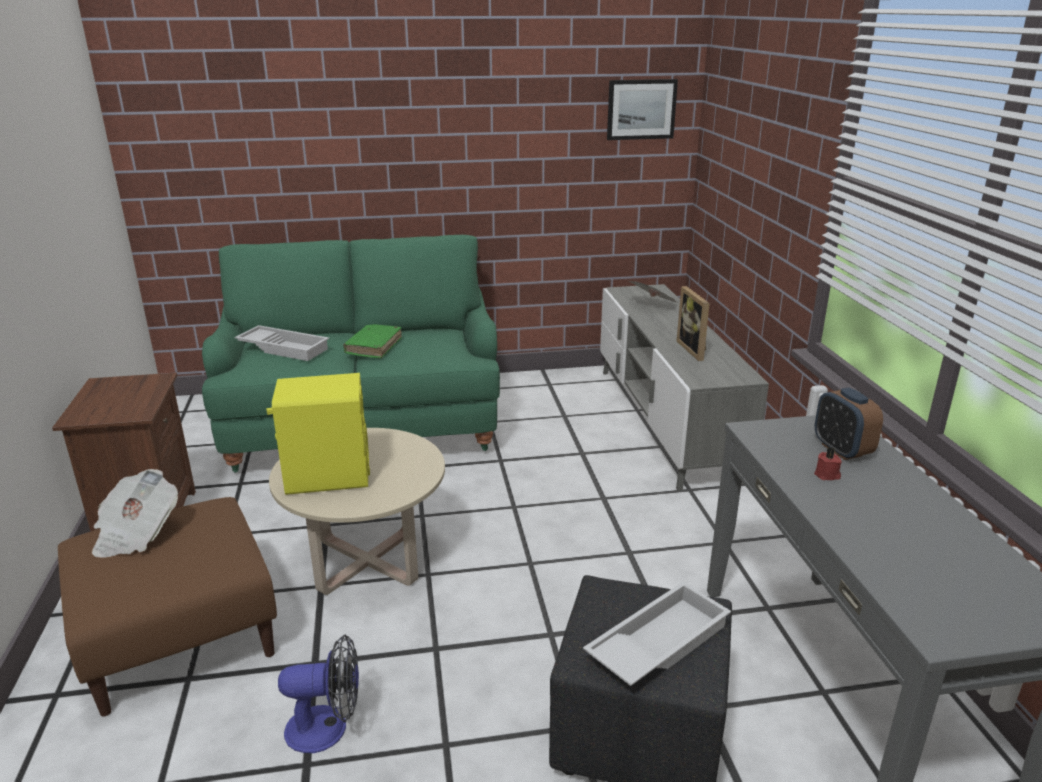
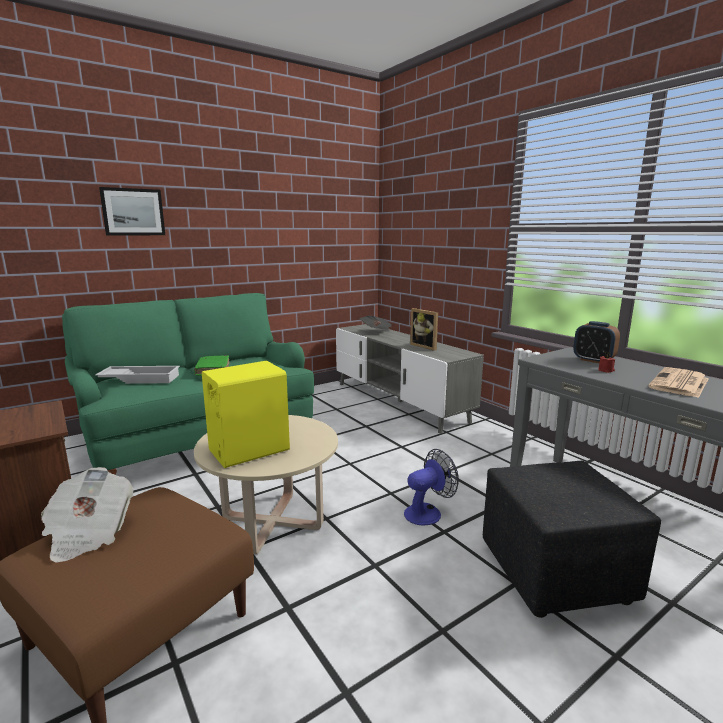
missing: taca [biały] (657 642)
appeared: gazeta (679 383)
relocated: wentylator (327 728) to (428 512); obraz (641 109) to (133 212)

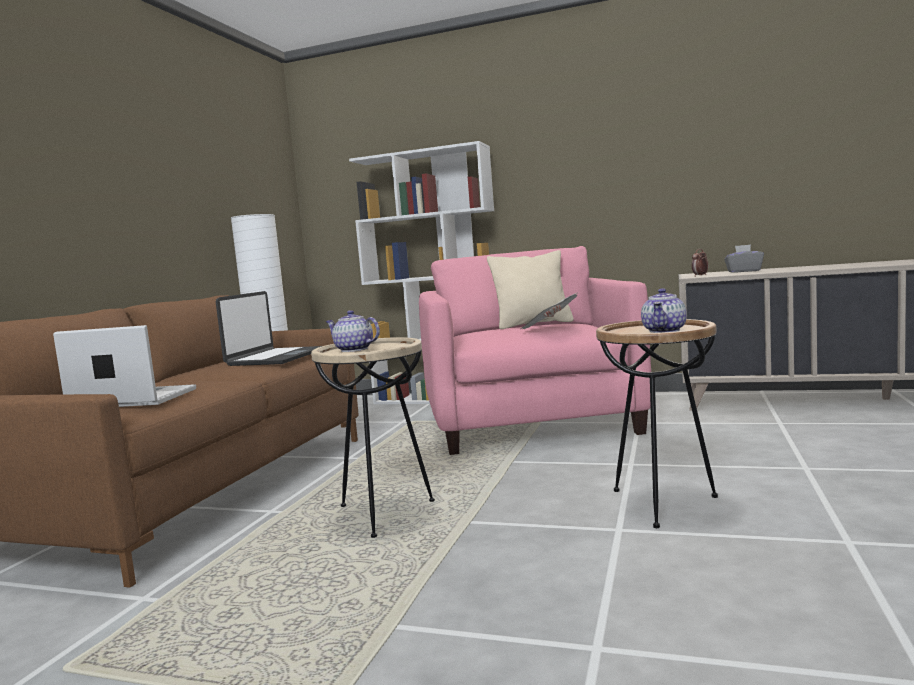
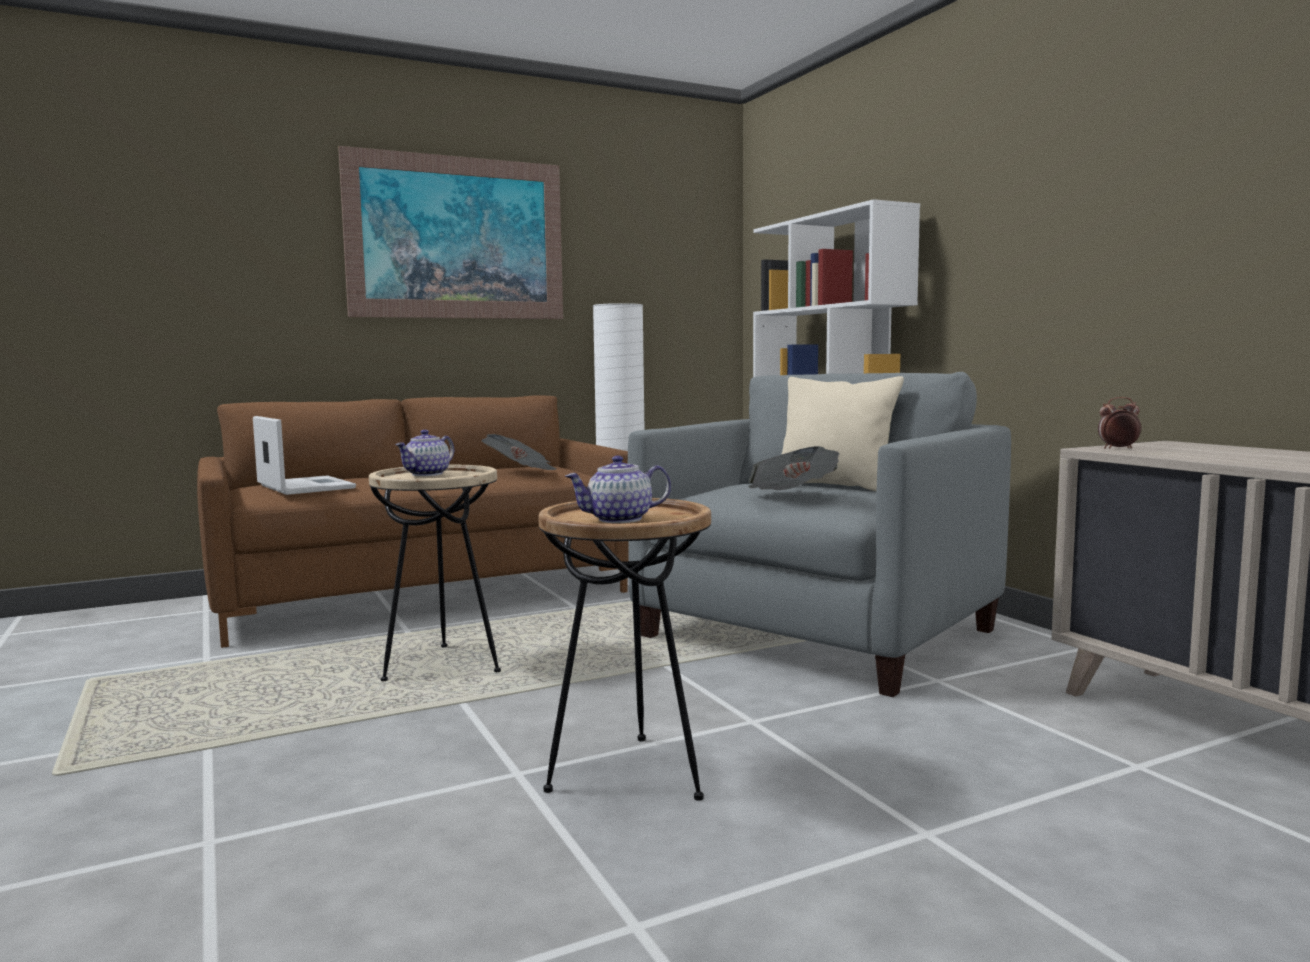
missing: pudełko chusteczek [szary] (743 271)
appeared: obraz (457 238)
exchanged: laptop (275 358) to gazeta (521 473)
colour: fotel [różowy] (531 423) to fotel [szary] (816 633)
spun: imbryk (353 350) = (427 474) 135 degrees counterclockwise

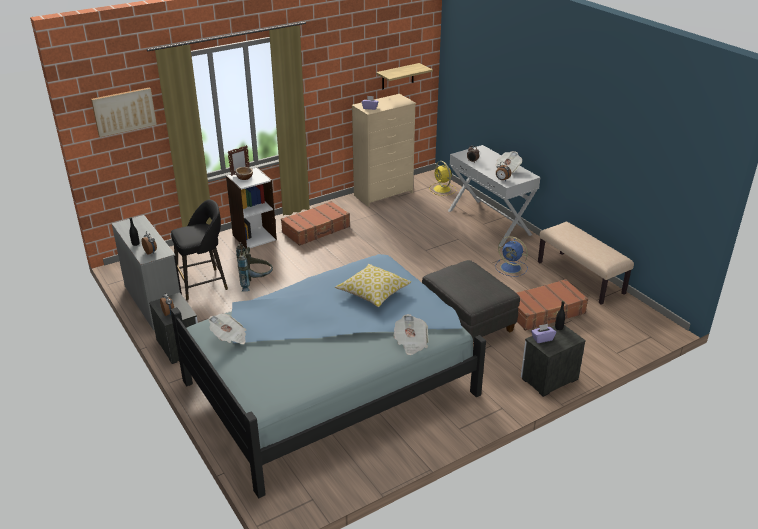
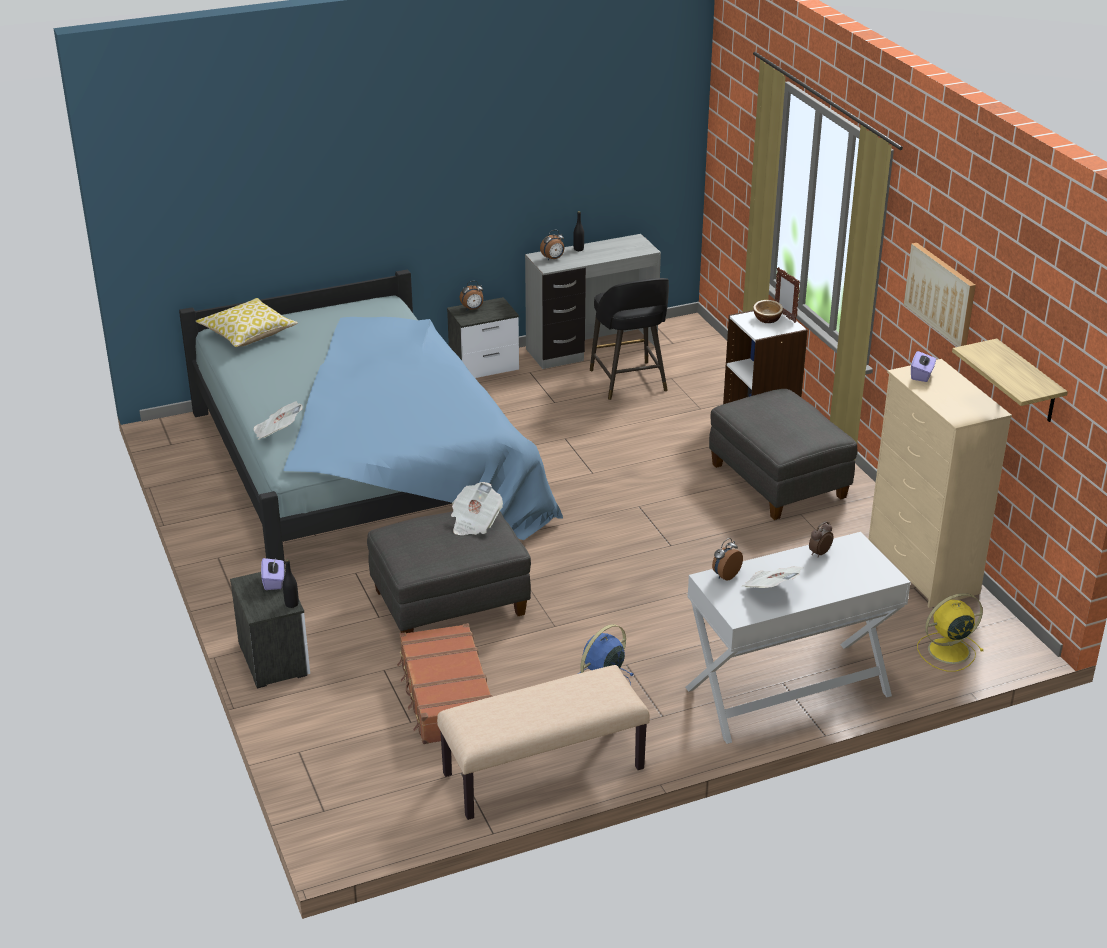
missing: plecak [szary] (255 284)
relocated: obraz (124 111) to (941 294); gazeta (229 337) to (474 522); poduszka (373 293) to (248 334)
exchanged: walizka [brązowy] (316 230) to pufa [szary] (779 482)

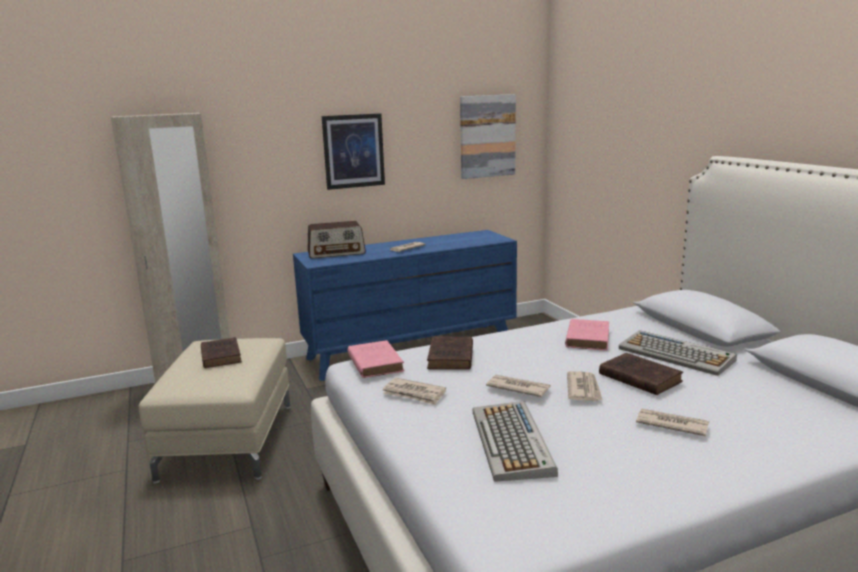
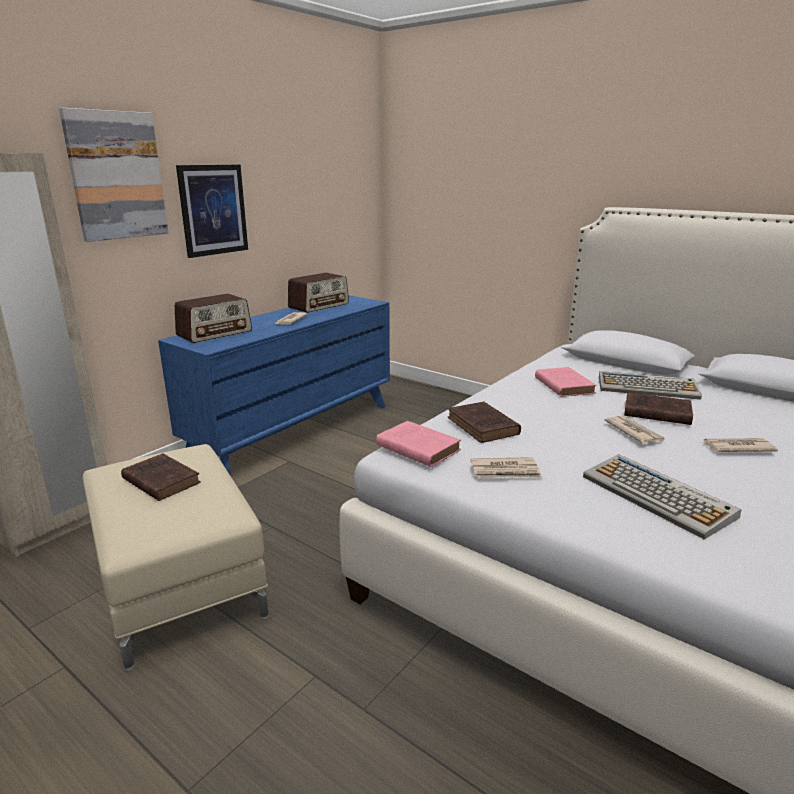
missing: gazeta (517 388)
appeared: radio (319 305)
relocated: obraz (487 136) to (116 176)

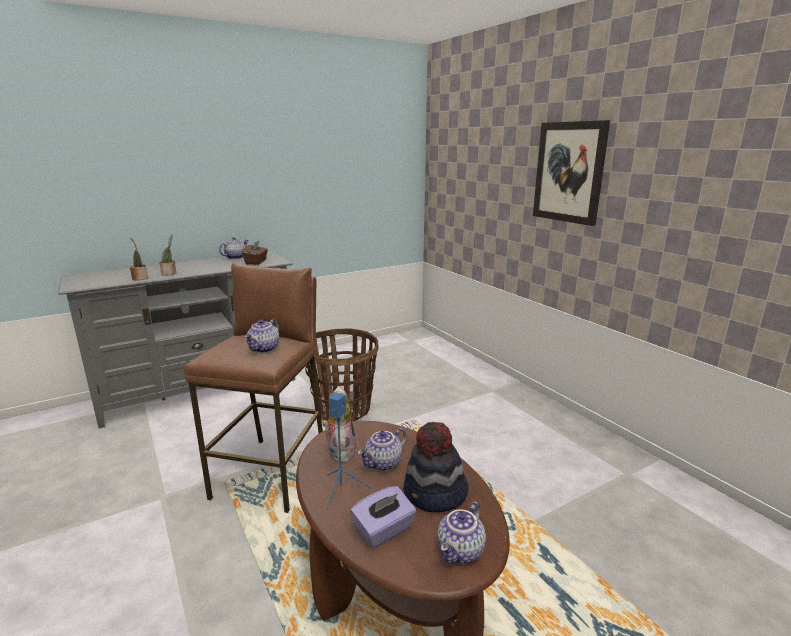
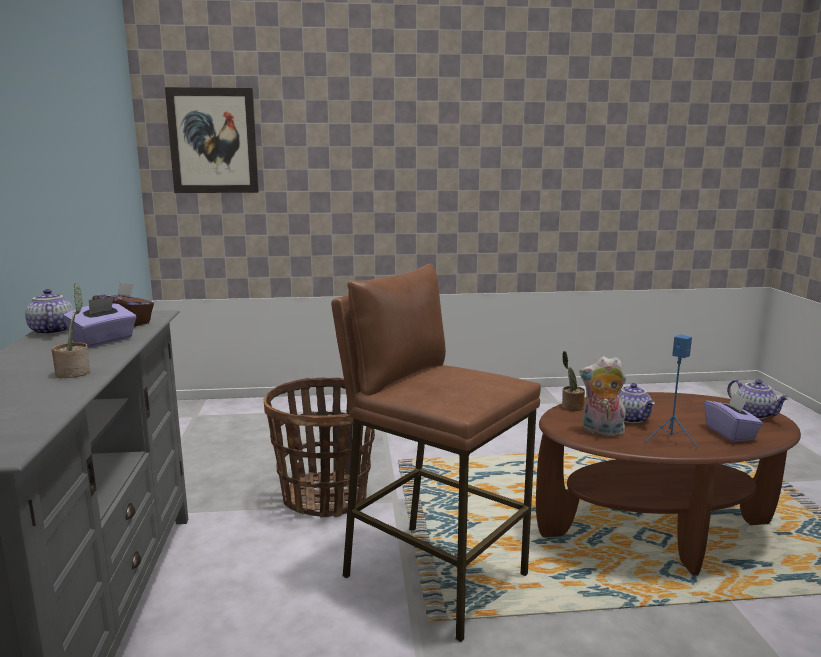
missing: imbryk (264 349); kapelusz (435 494)
appeared: pudełko chusteczek [fioletowy] (103 341)
relocated: roślina doniczkowa (140 278) to (571 407); obraz (569 172) to (213 141)

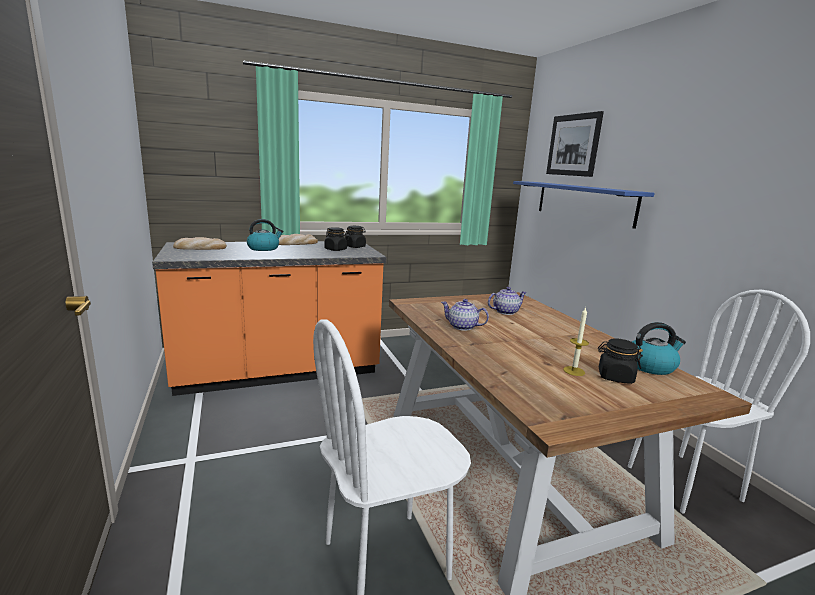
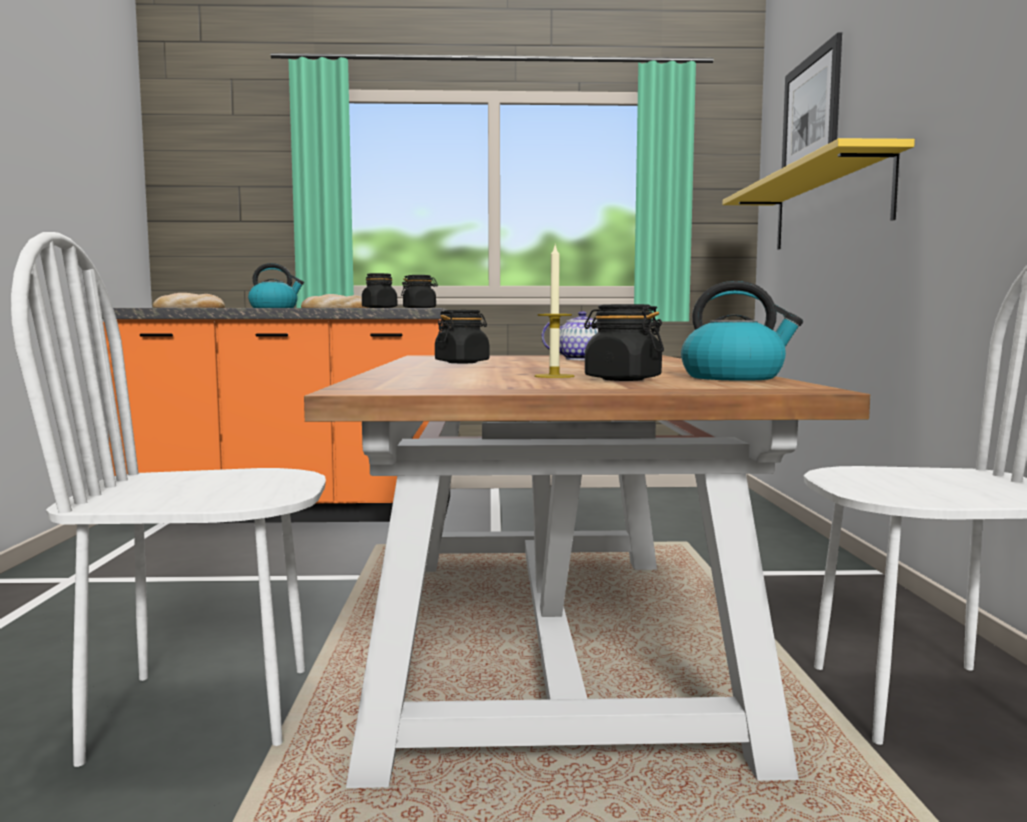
exchanged: imbryk (462 327) to słoik [czarny] (462 362)
colour: półka [niebieski] (583 202) to półka [żółty] (828 206)

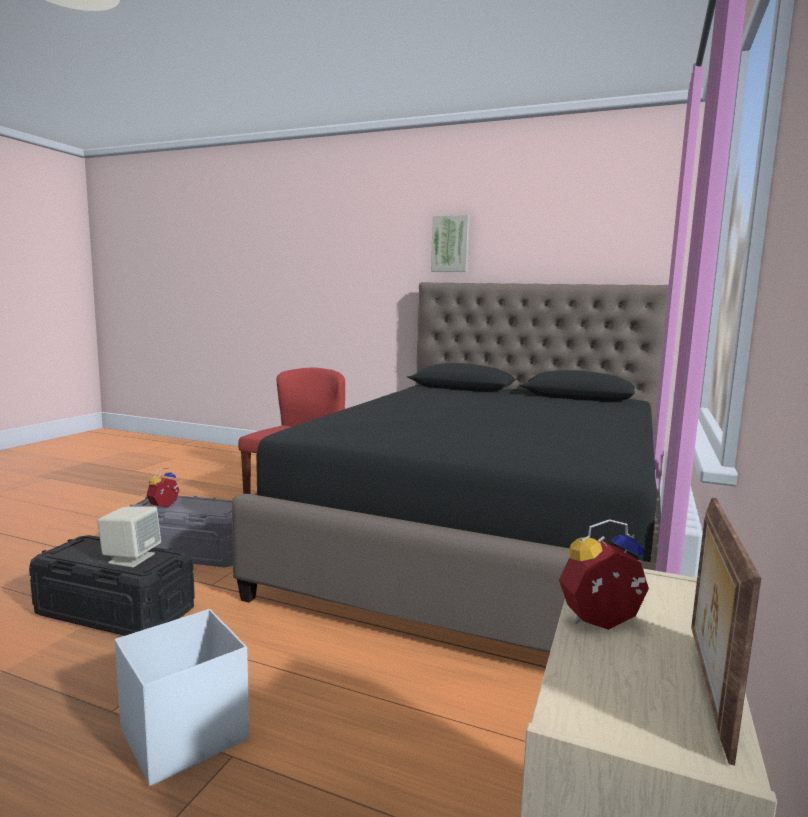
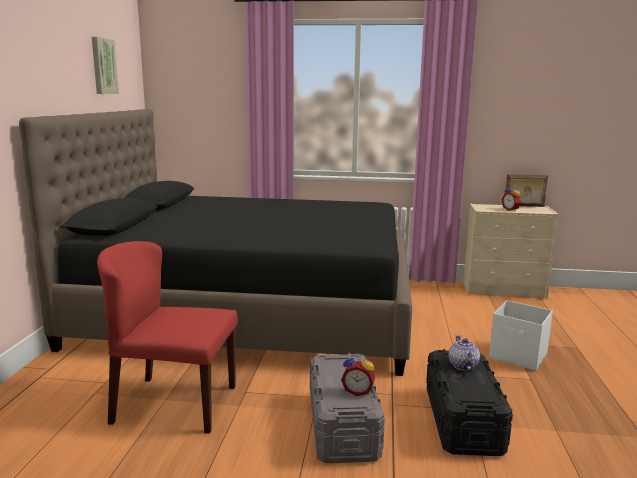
relocated: obraz (450 244) to (103 66)
exchanged: głośnik [beżowy] (131 558) to imbryk (463 366)

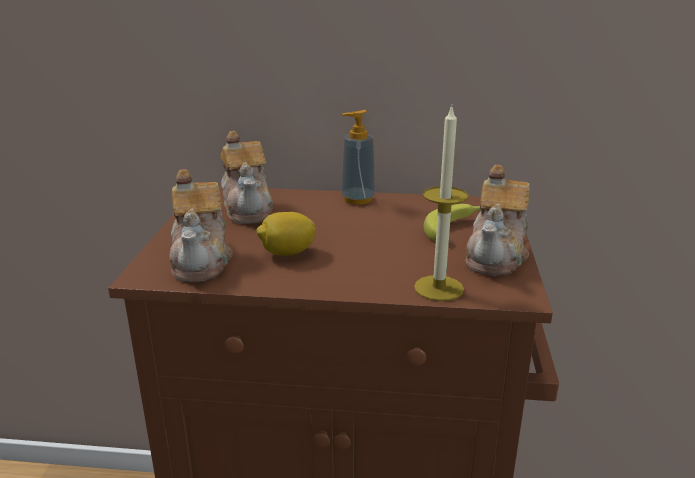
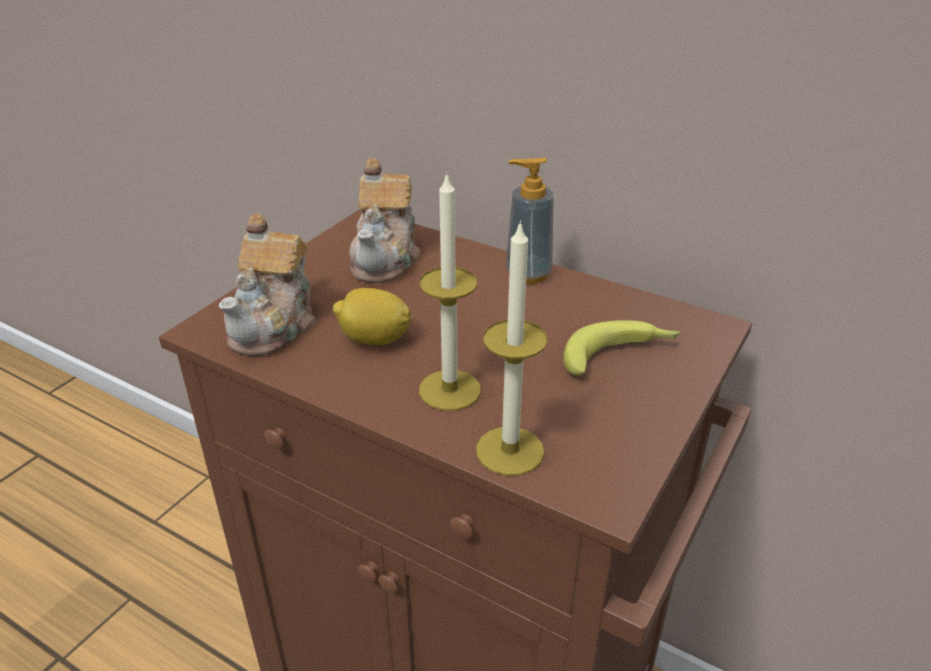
missing: imbryk (496 256)
appeared: świeca (449 390)

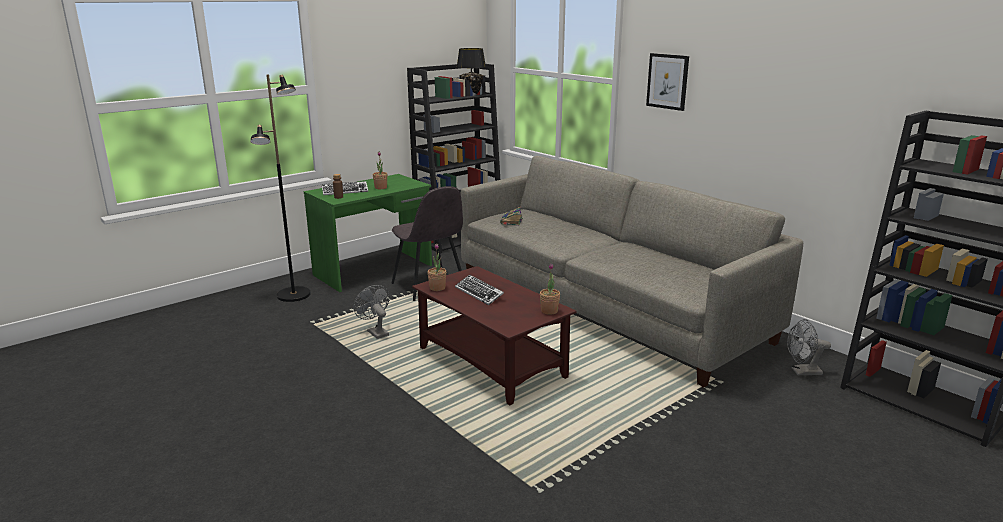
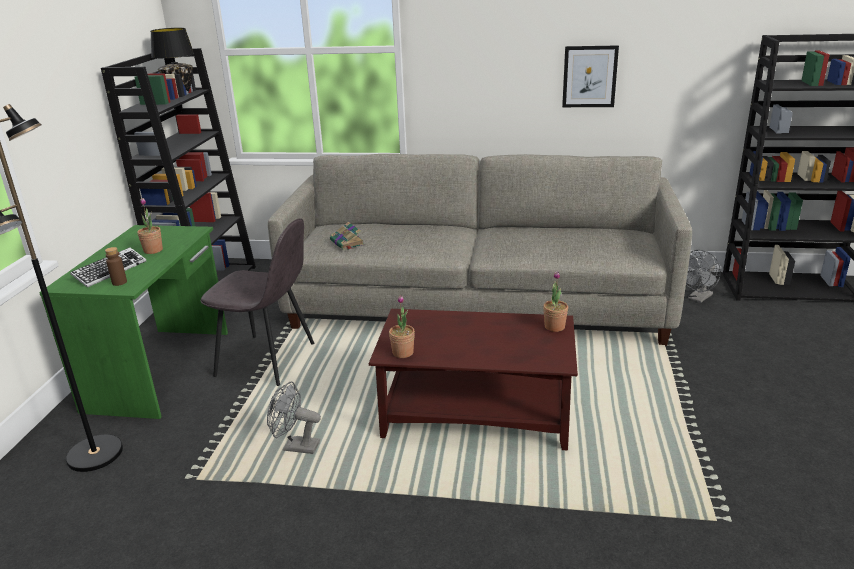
missing: klawiatura (479 293)
relocated: obraz (667 81) to (589 76)

